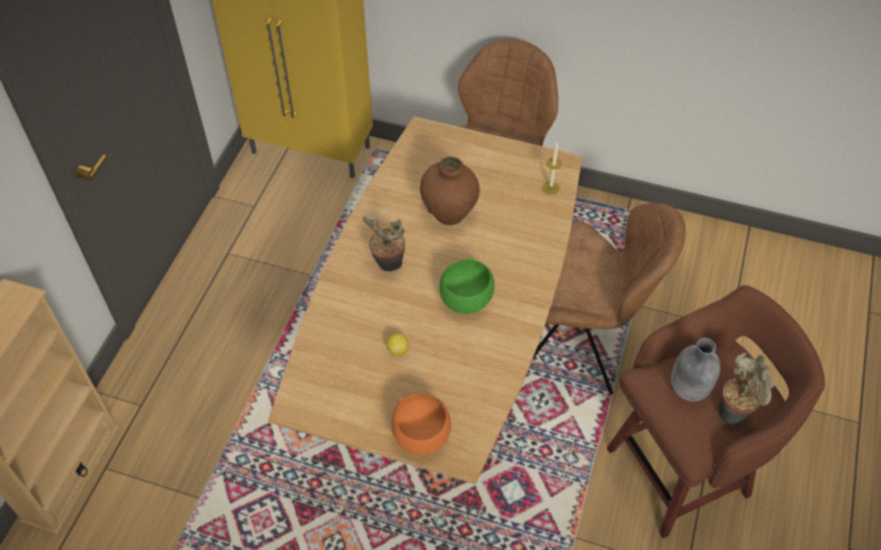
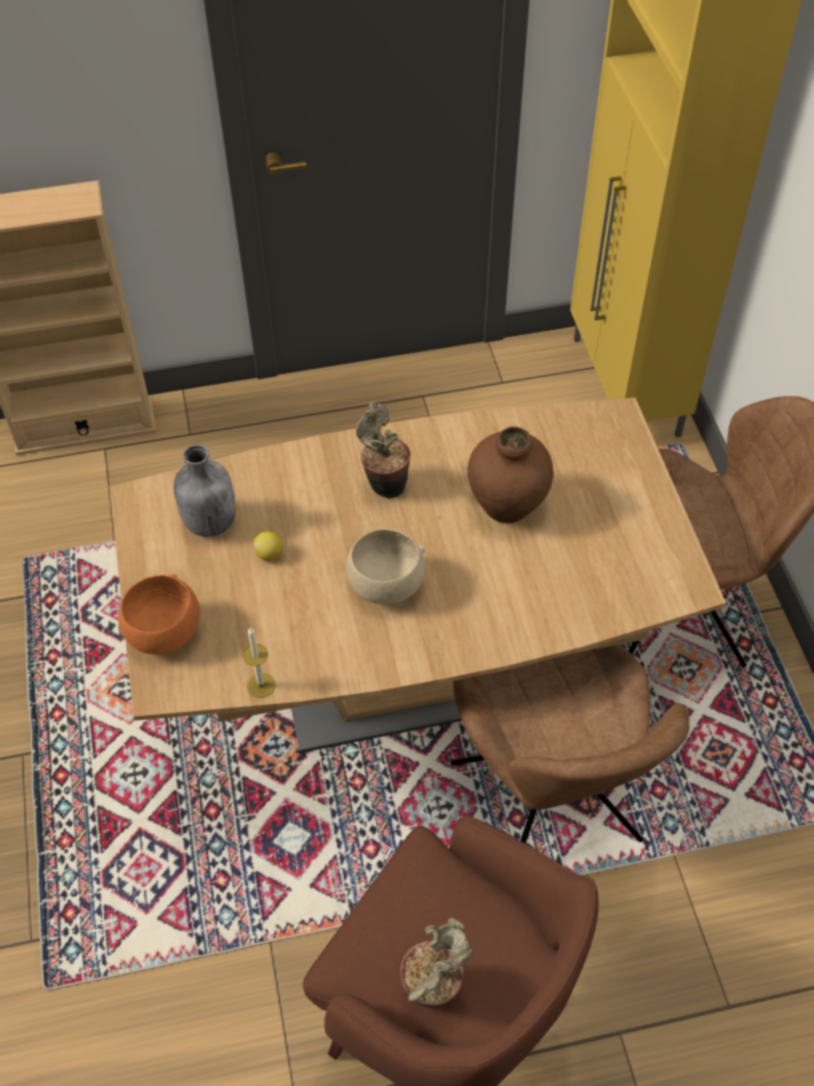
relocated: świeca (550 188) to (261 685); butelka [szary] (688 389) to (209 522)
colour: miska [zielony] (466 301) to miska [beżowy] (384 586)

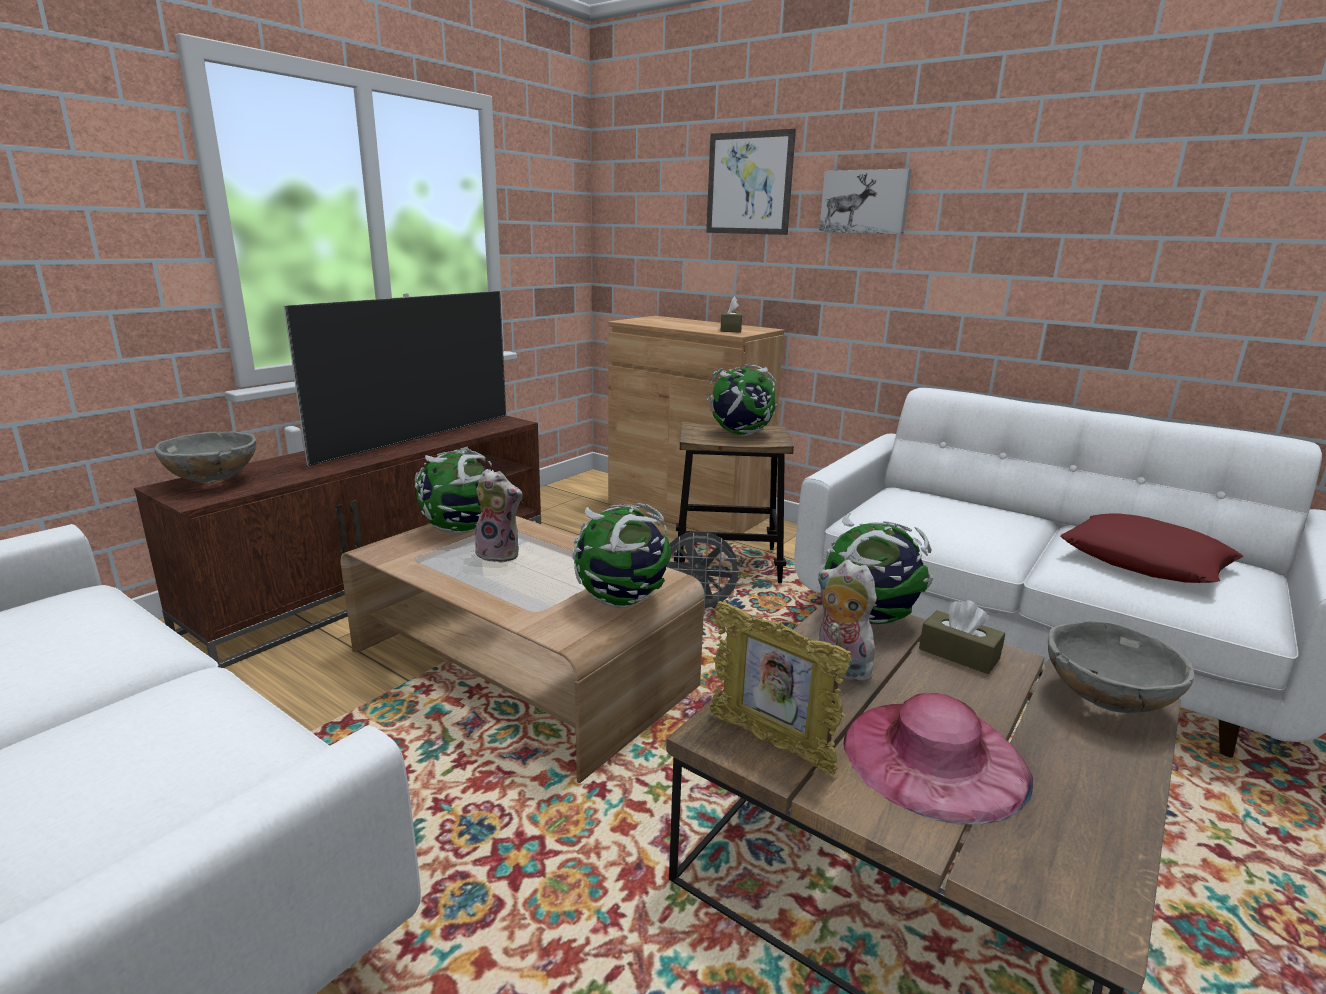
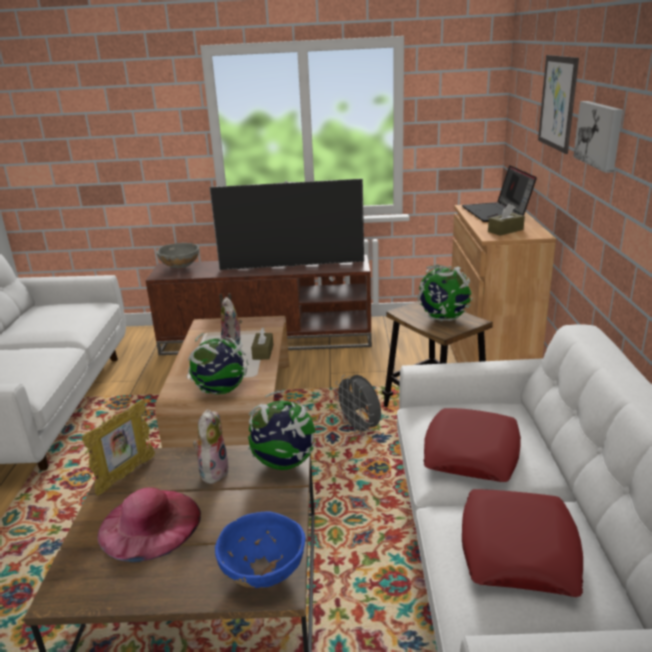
missing: globus (460 529)
appeared: poduszka [czerwony] (471 452); laptop (497 213)
relocated: pudełko chusteczek [brązowy] (959 654) to (263 352)
colour: miska [szary] (1103 703) to miska [niebieski] (263 574)
spun: ramka na zdjęcie (771 743) = (126 475) 150 degrees counterclockwise

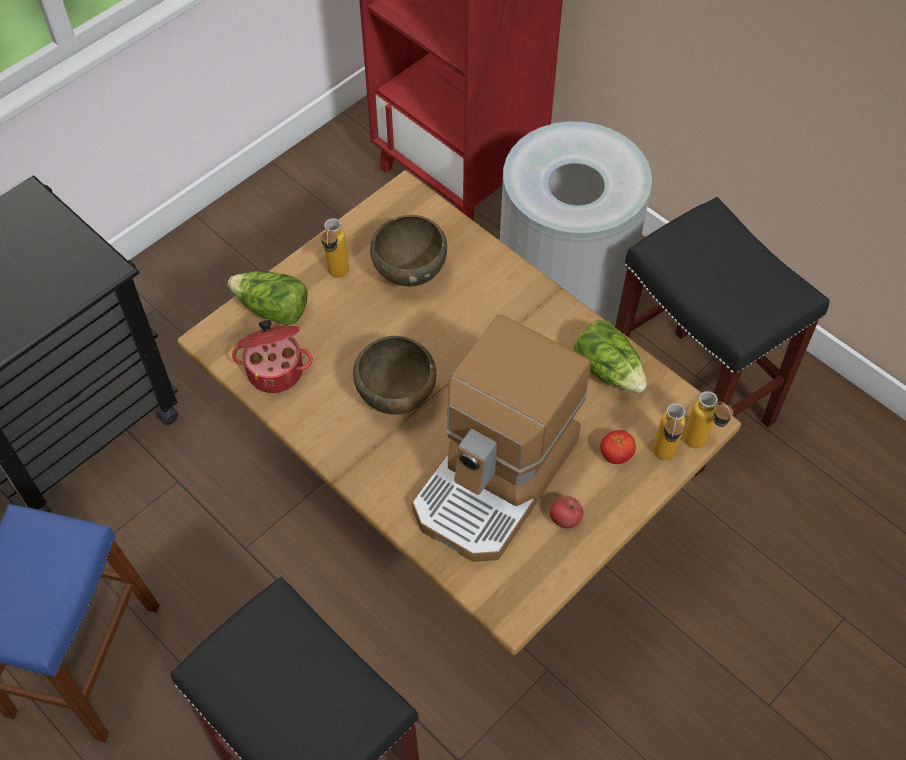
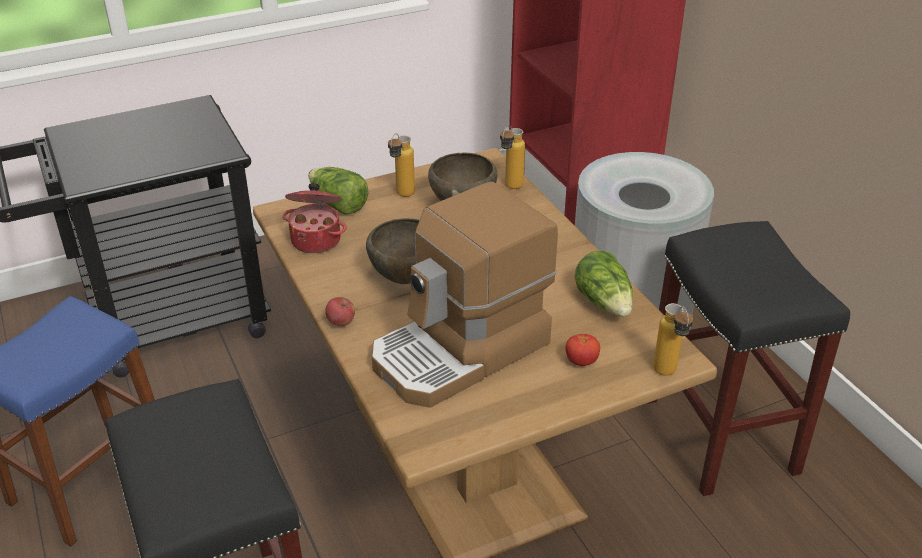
relocated: jabłko (565 519) to (341 322); butelka (662 459) to (510 188)

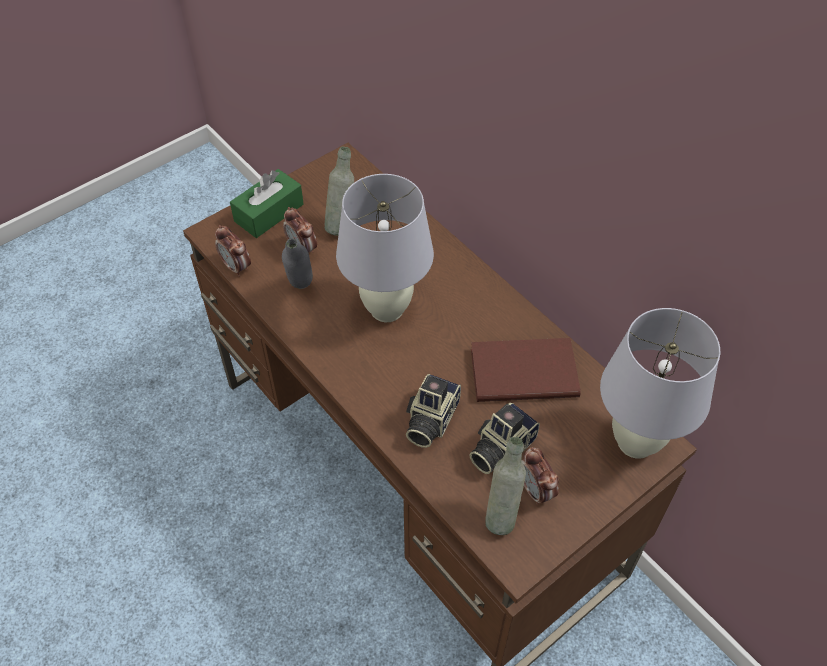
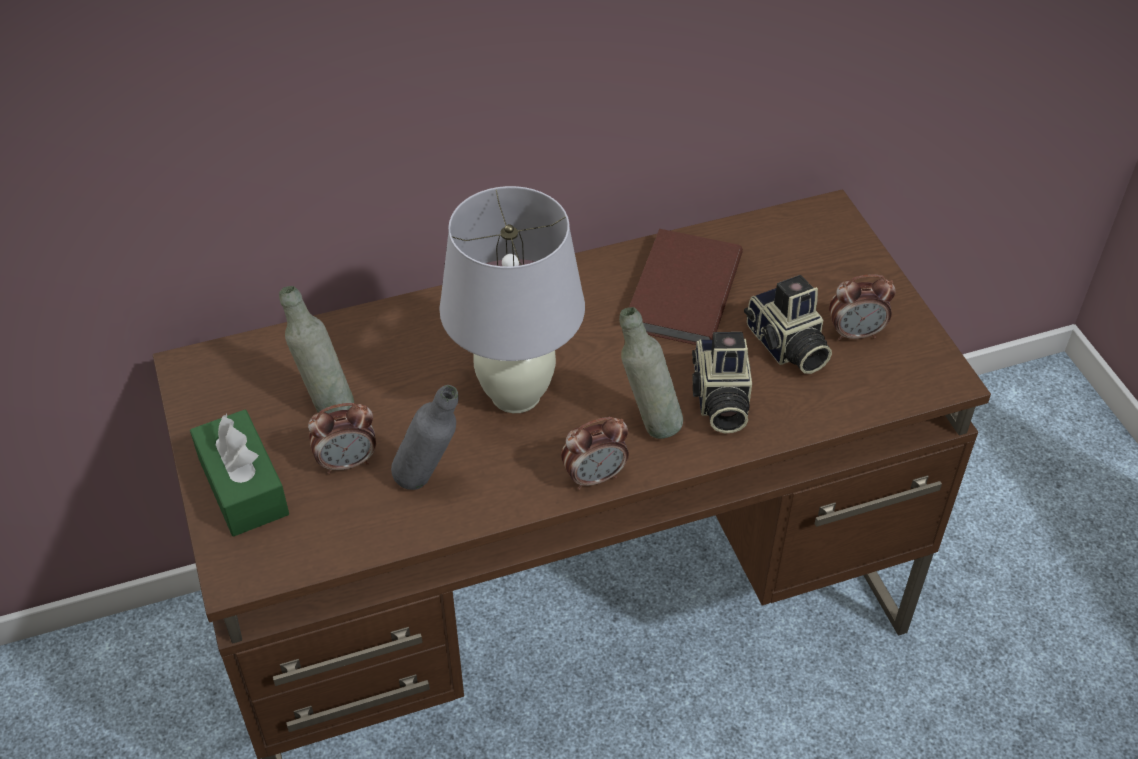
missing: lampa stołowa [biały] (635 442)
relocated: budzik (236 267) to (595 477); butelka [szary] (502 514) to (648 423)
spun: aparat fotograficzny (429 420) = (719 400) 45 degrees clockwise

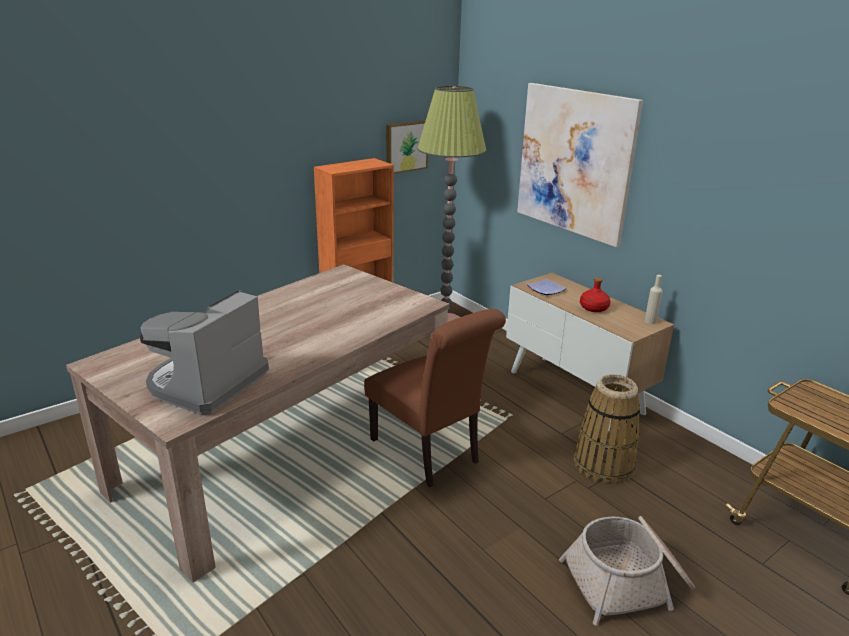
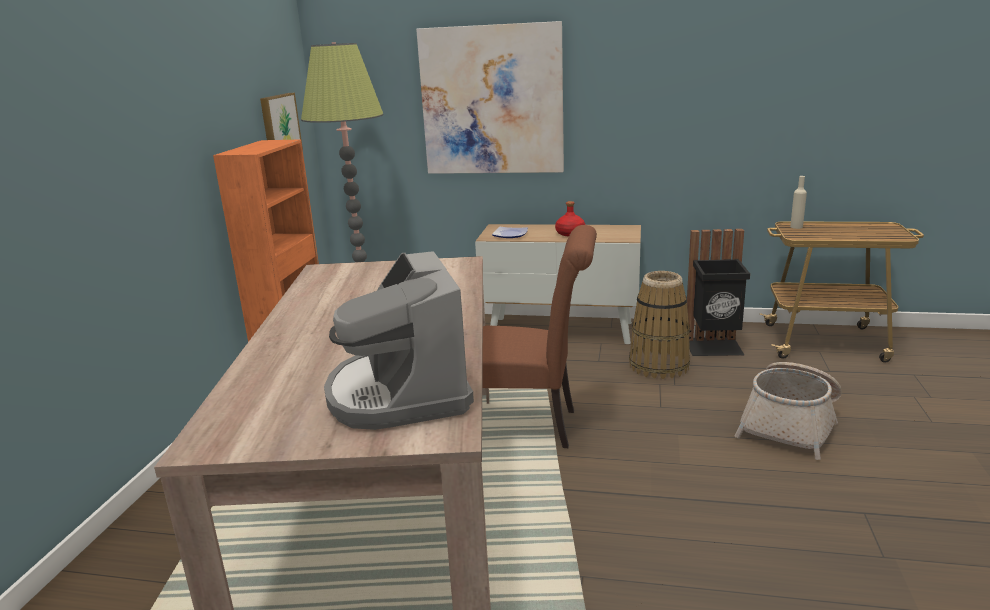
appeared: kosz na śmieci [czarny] (714 347)
relocated: butelka [beżowy] (650 321) to (796 227)

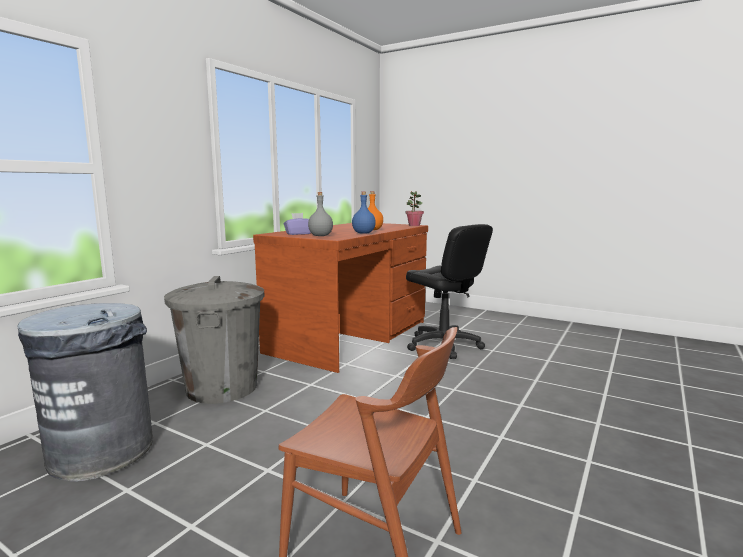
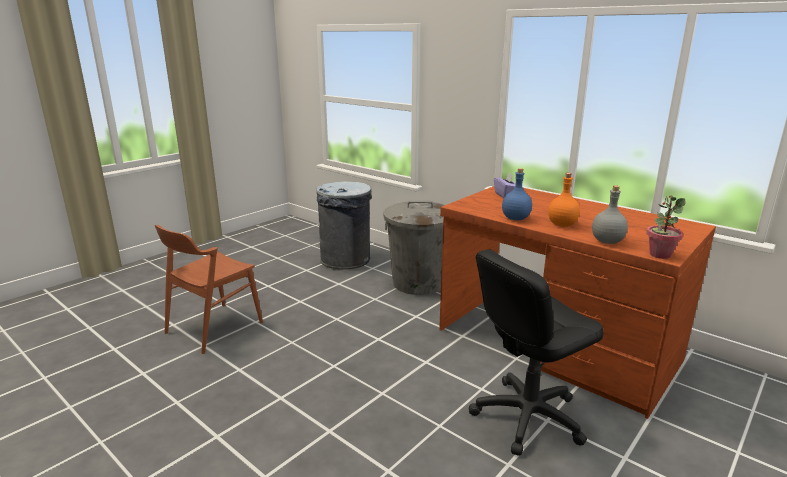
relocated: butelka [szary] (321 236) to (608 241)

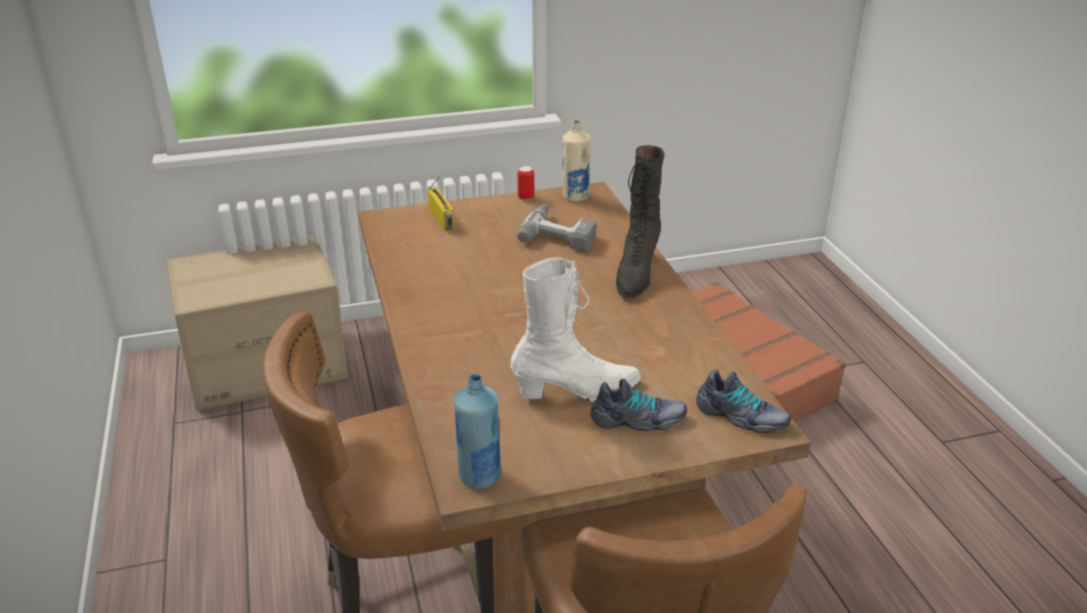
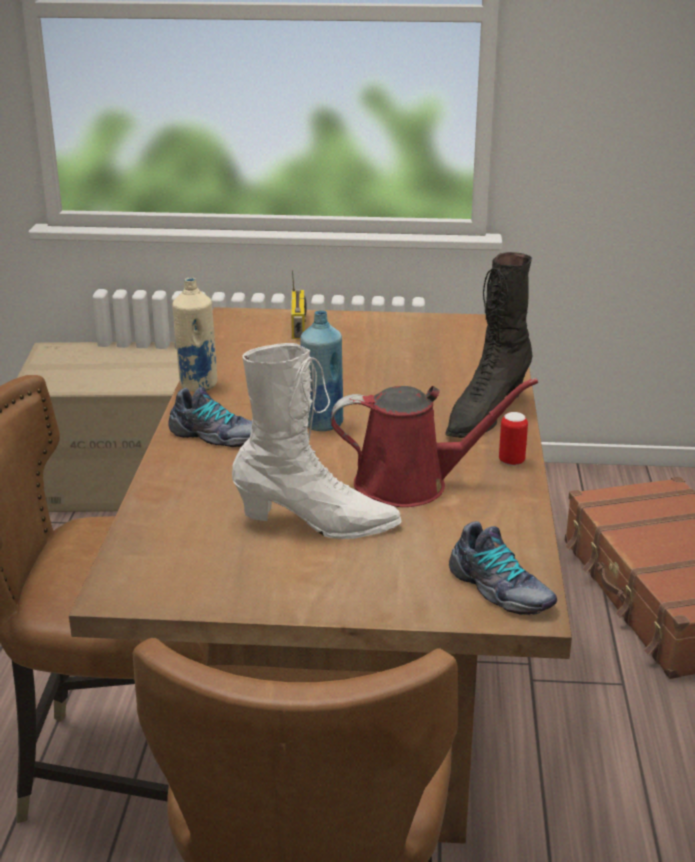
missing: wiertarka (560 233)
appeared: konewka [czerwony] (410 484)
relocated: butelka [niebieski] (479 477) to (322 424); puszka (526 198) to (511 461); butelka [beżowy] (575 197) to (197 385); but (638 420) to (216 436)

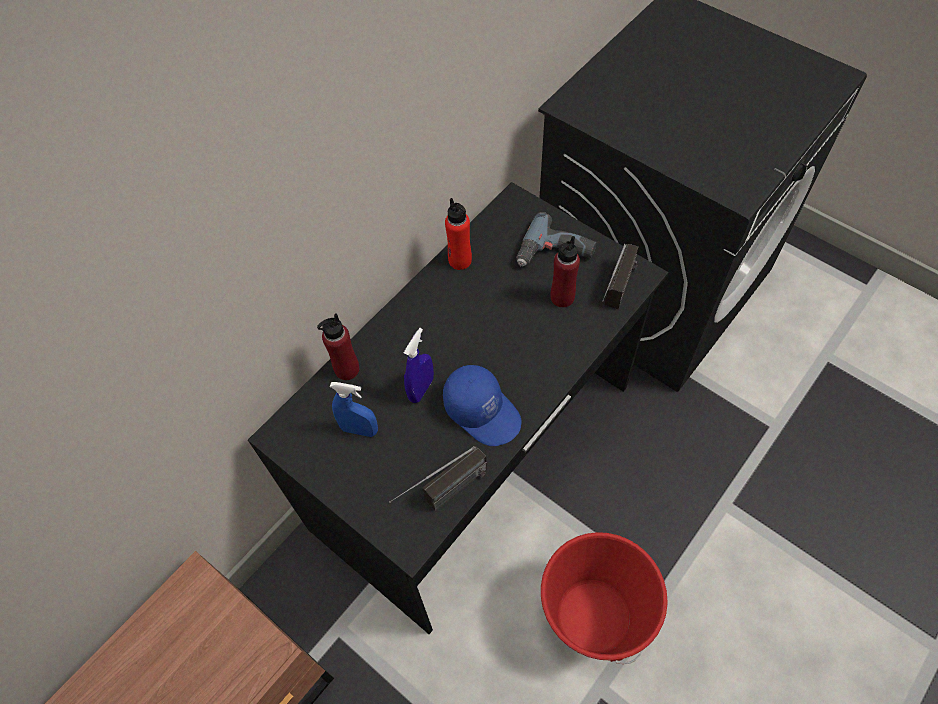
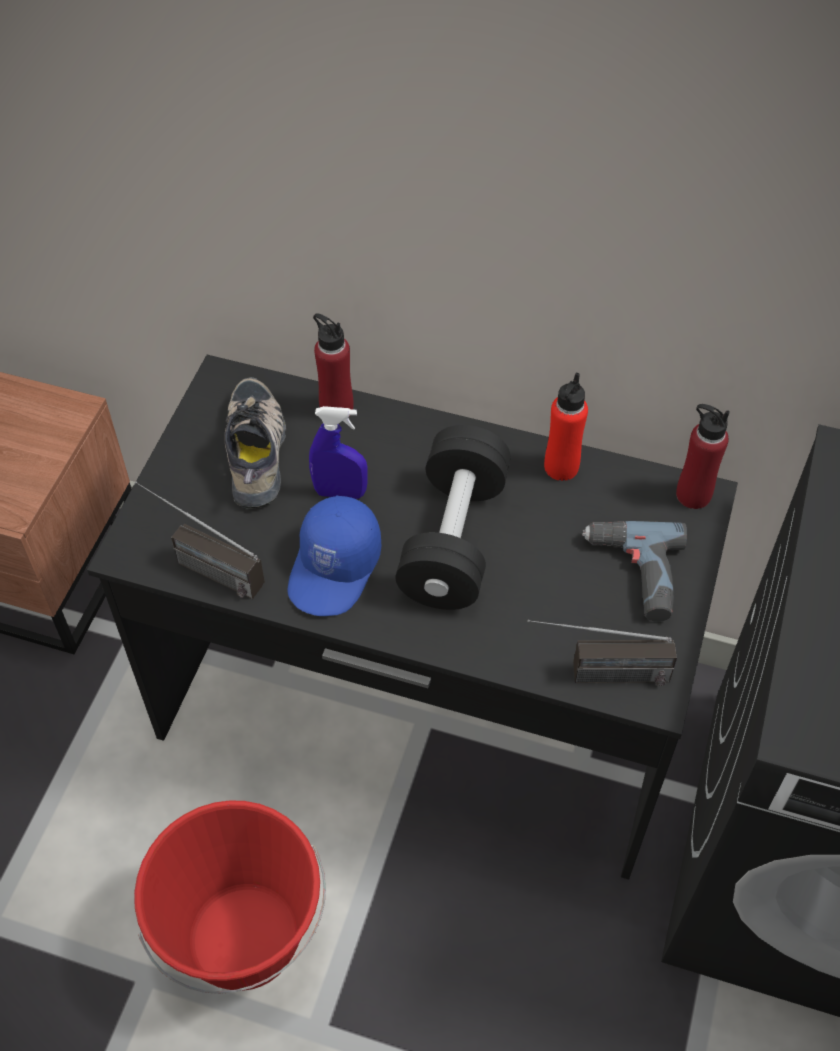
appeared: hantel [czarny] (453 540)
relocated: butelka [czerwony] (562 297) to (693 495)
exchanged: spryskiwacz [niebieski] (359 430) to but (258 451)

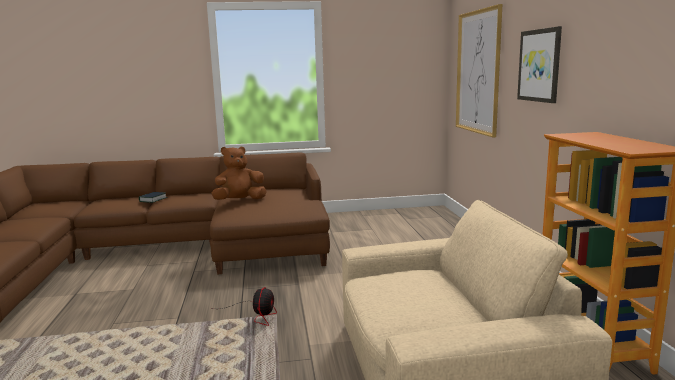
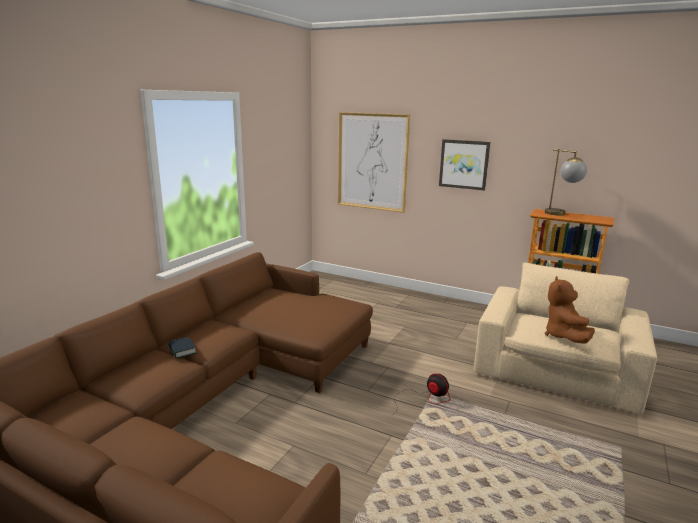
appeared: lampa stołowa (561 214)
relocated: pluszak [brązowy] (239 201) to (564 336)

